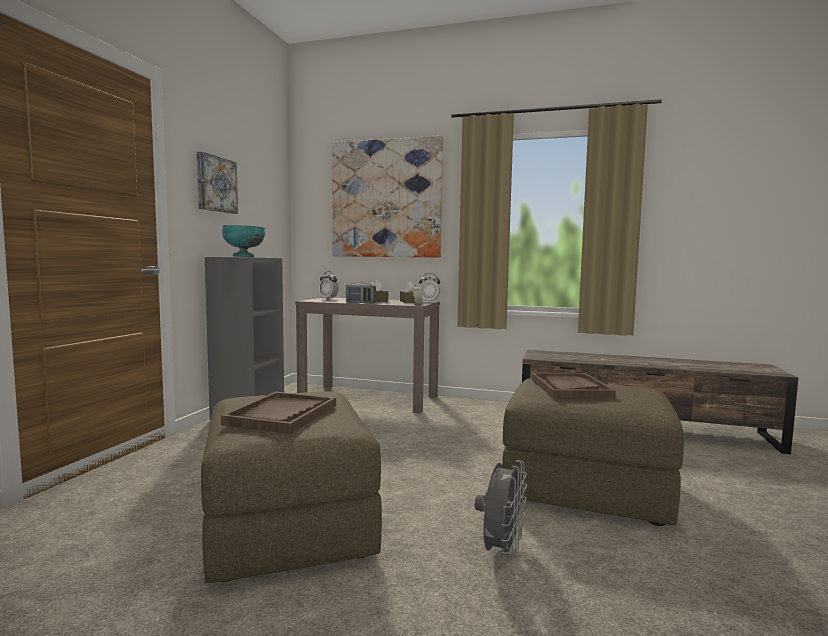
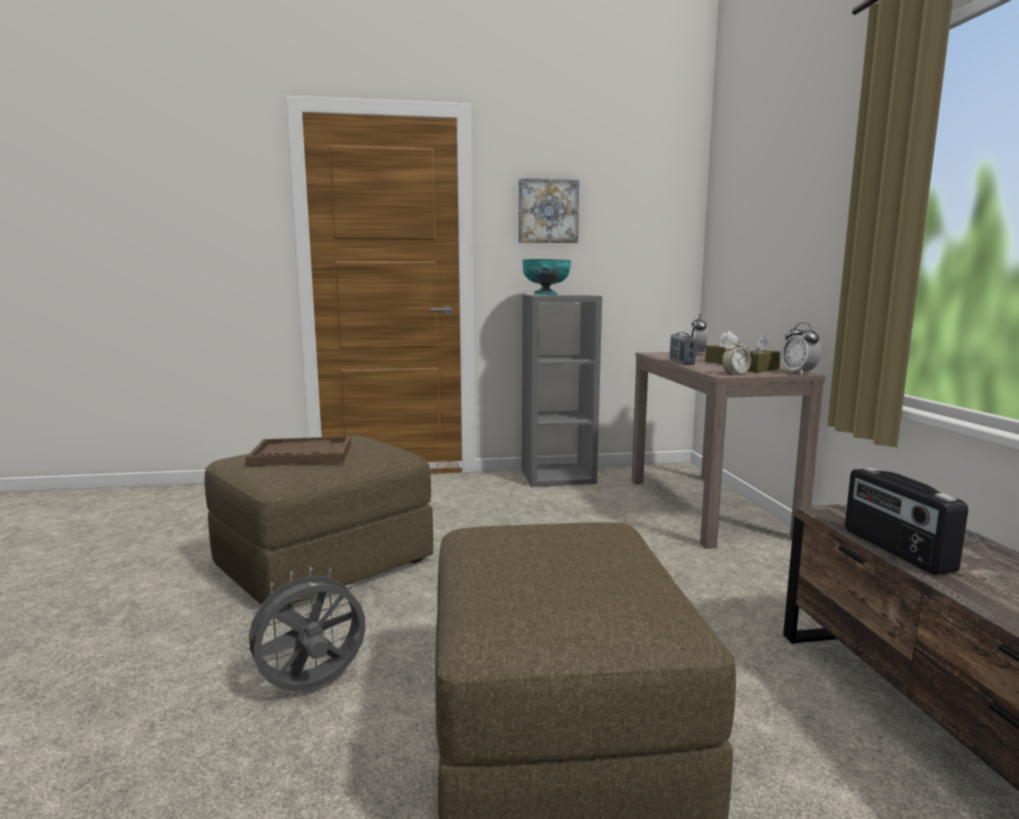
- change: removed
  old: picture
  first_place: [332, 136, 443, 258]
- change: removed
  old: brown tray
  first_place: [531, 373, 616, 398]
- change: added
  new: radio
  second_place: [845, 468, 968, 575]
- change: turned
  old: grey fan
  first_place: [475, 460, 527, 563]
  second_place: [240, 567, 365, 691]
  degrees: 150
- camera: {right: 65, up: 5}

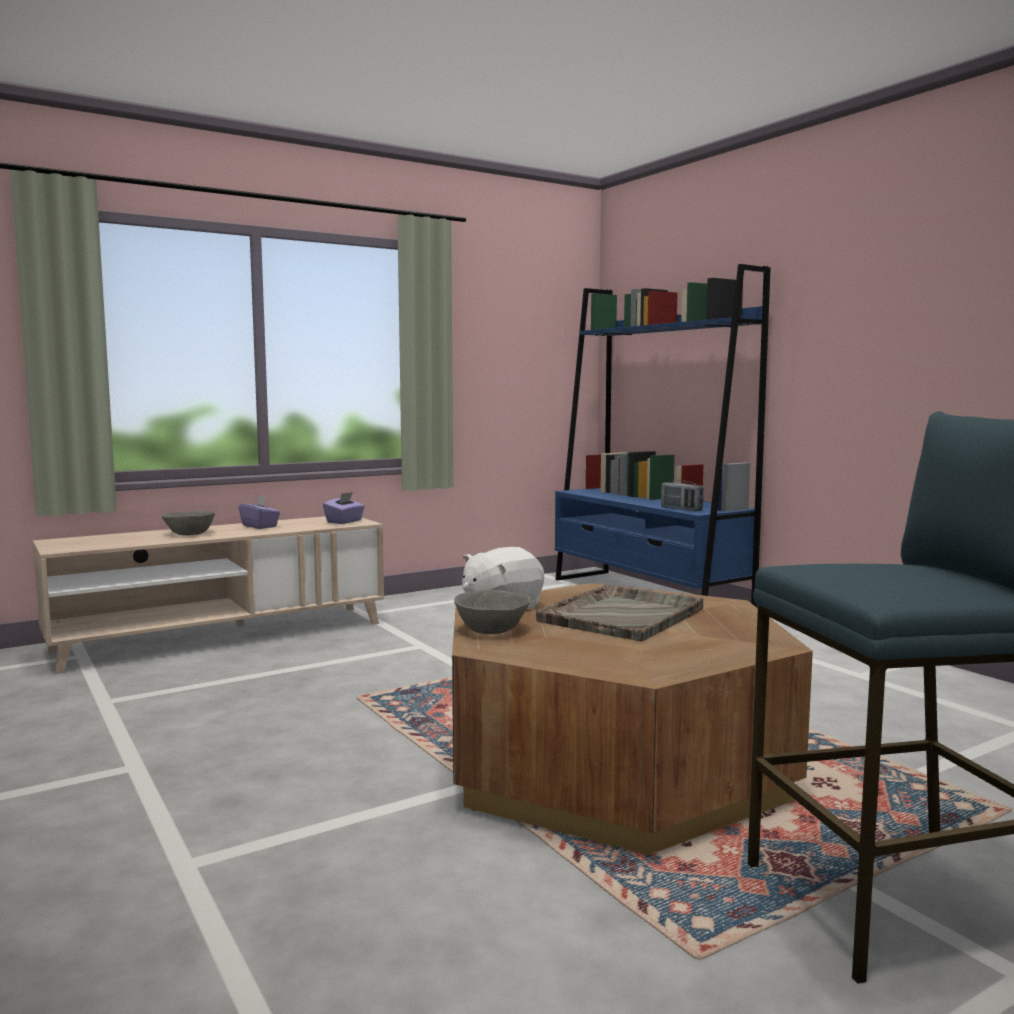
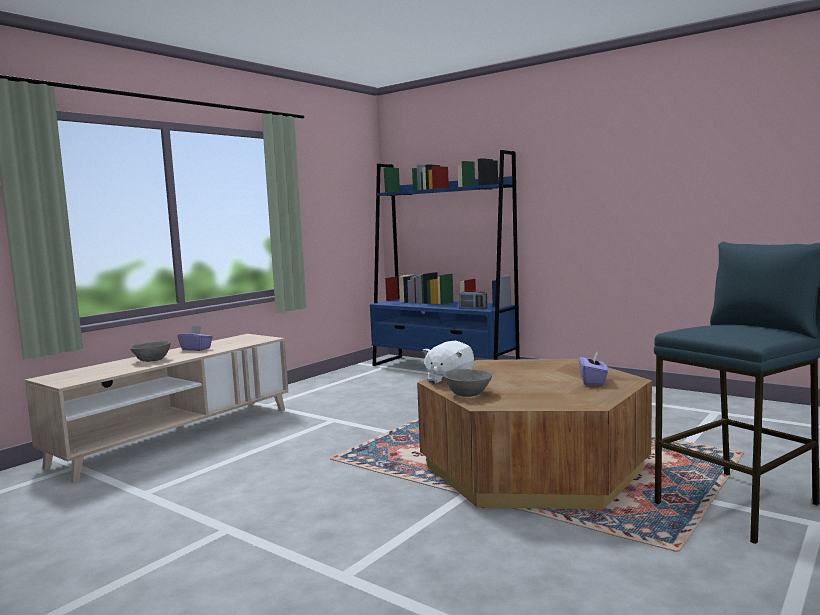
- change: removed
  old: grey tray
  first_place: [536, 585, 703, 641]
- change: moved
  old: purple tissue box
  first_place: [323, 492, 365, 524]
  second_place: [579, 351, 608, 385]
- camera: {right: -20, up: 0}

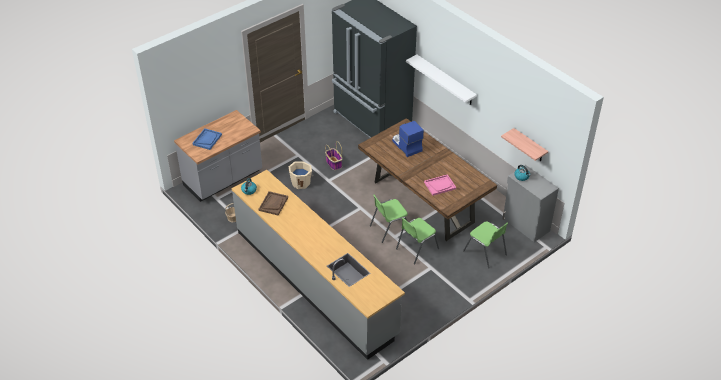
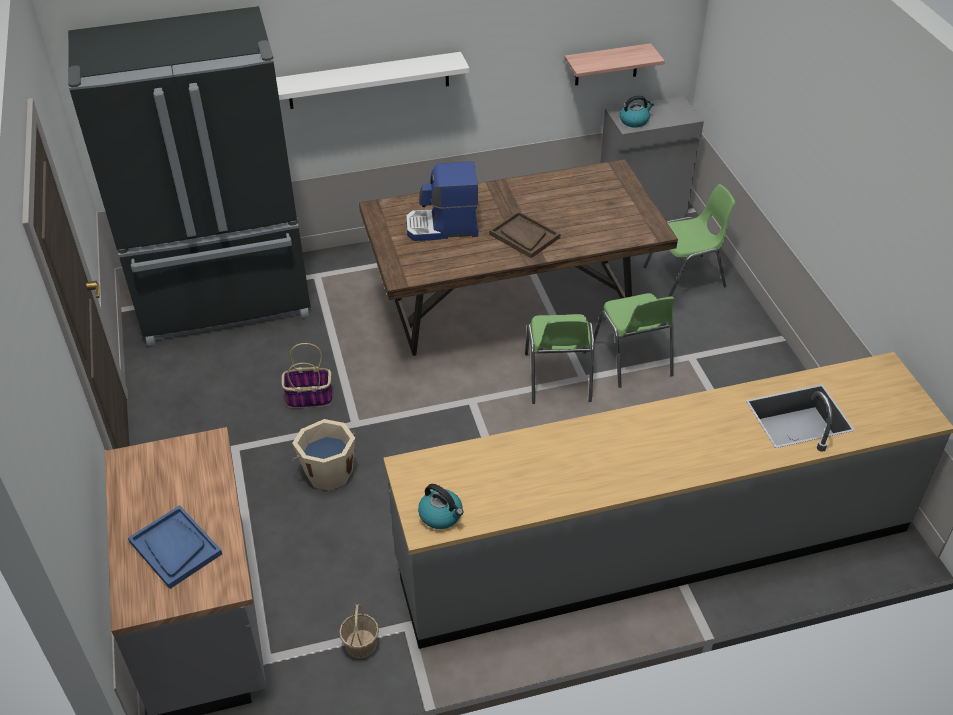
- change: removed
  old: pink tray
  first_place: [424, 174, 456, 196]
- change: moved
  old: brown tray
  first_place: [259, 191, 288, 215]
  second_place: [489, 211, 560, 258]
- camera: {right: -65, up: 0}

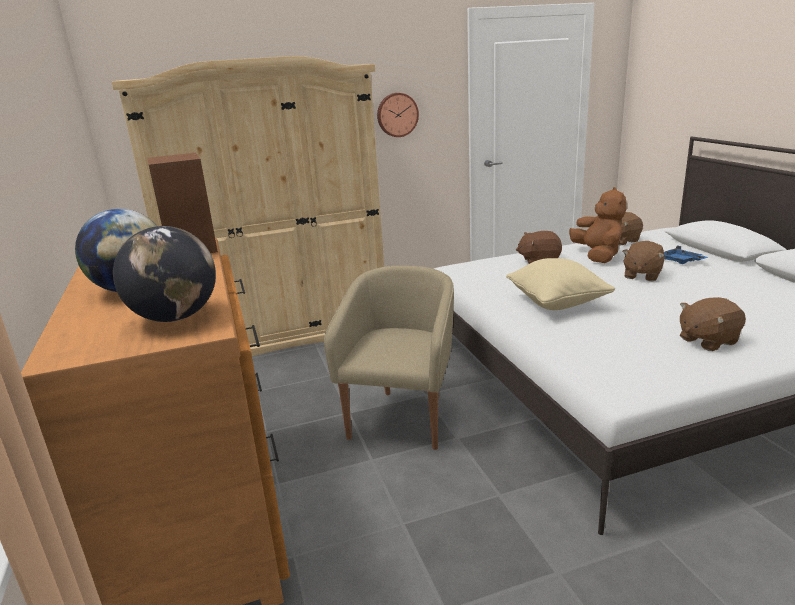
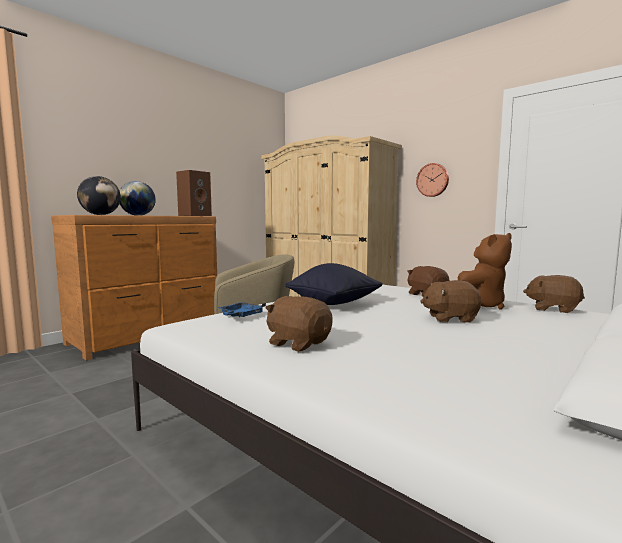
- change: moved
  old: blue tray
  first_place: [664, 246, 708, 264]
  second_place: [217, 302, 266, 317]
- change: recoloured
  old: beige pillow
  new: black pillow
  first_place: [506, 258, 615, 310]
  second_place: [285, 263, 383, 305]
- camera: {right: 60, up: -15}

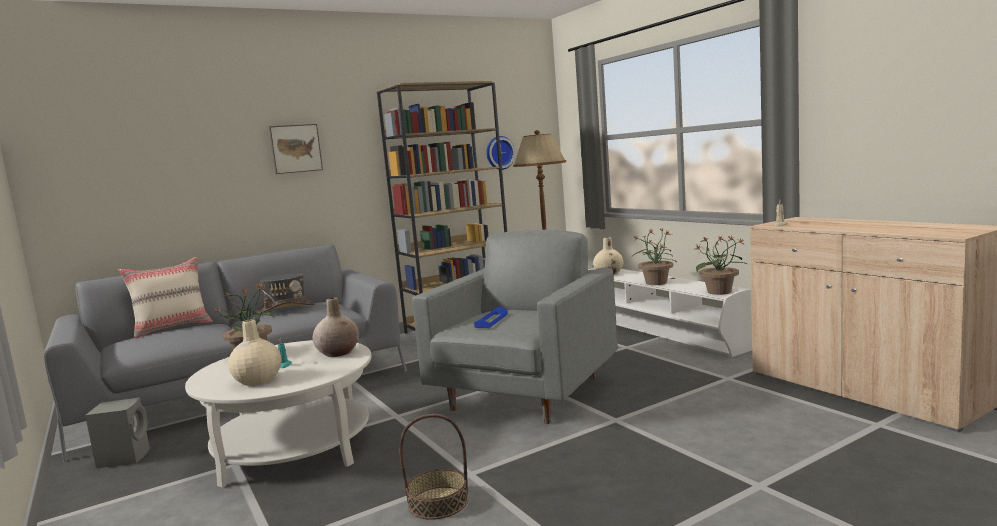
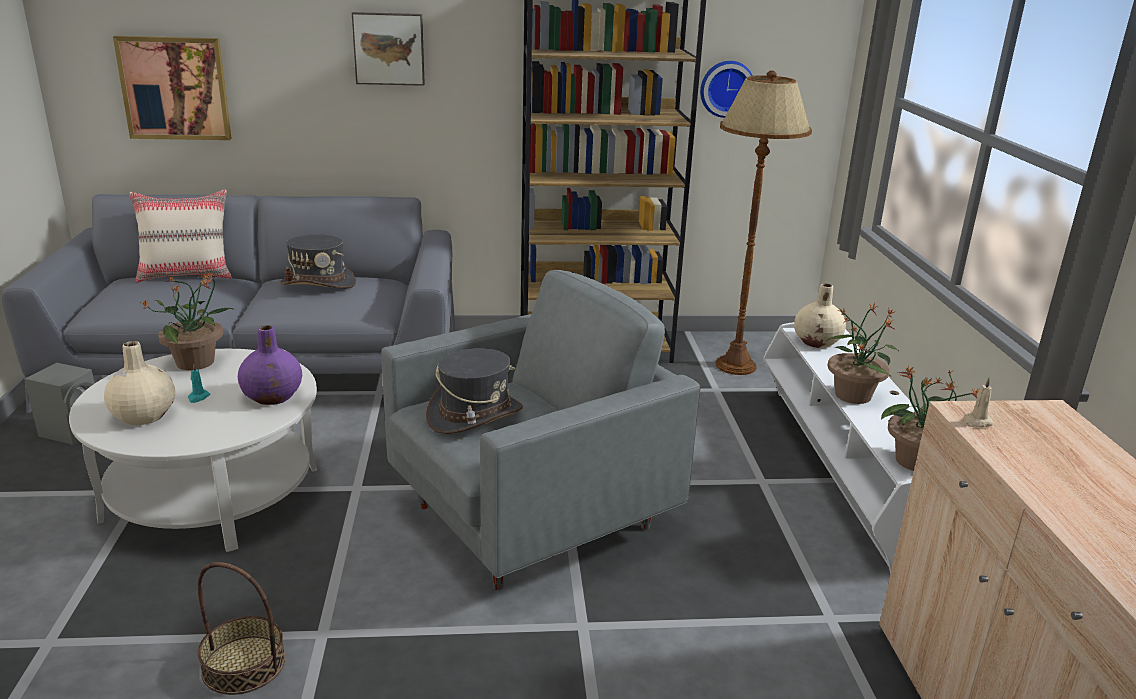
- change: added
  new: picture
  second_place: [113, 36, 232, 140]
- change: replaced
  old: blue tray
  new: grey hat
  first_place: [474, 306, 508, 328]
  second_place: [426, 348, 523, 434]
- change: recoloured
  old: beige vase
  new: purple vase
  first_place: [312, 297, 359, 357]
  second_place: [238, 325, 302, 405]
- camera: {right: 25, up: 15}

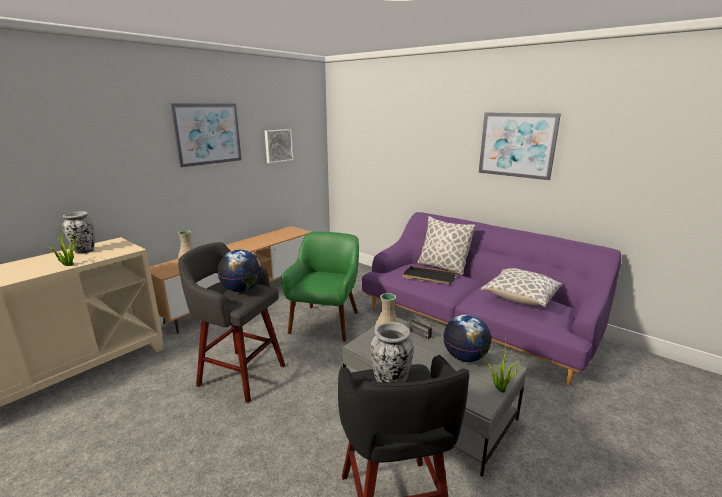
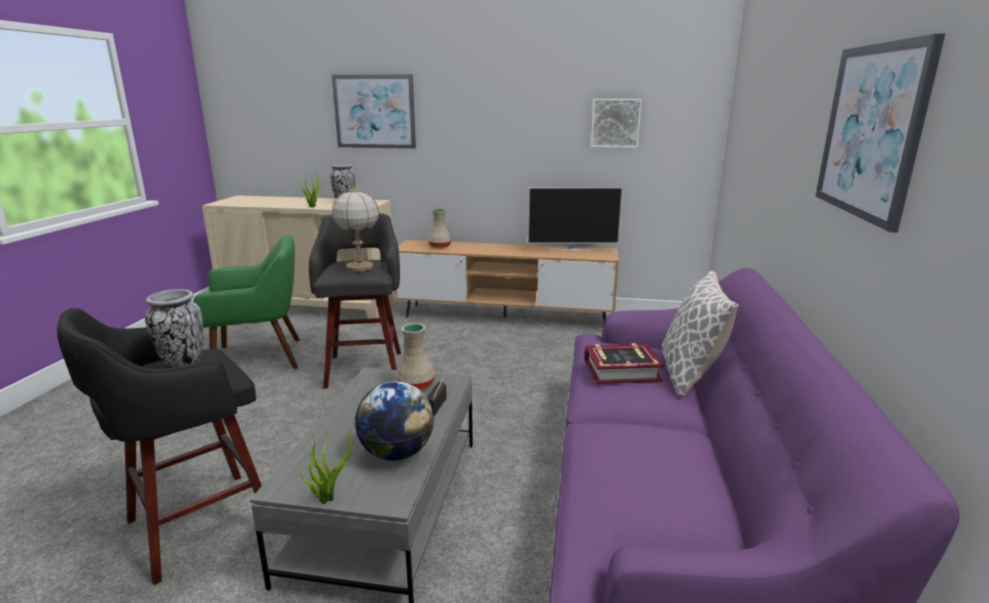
- change: removed
  old: pillow
  first_place: [481, 268, 562, 307]
- change: added
  new: television
  second_place: [527, 187, 623, 251]
- change: moved
  old: picture
  first_place: [170, 104, 242, 167]
  second_place: [332, 74, 416, 149]
- change: moved
  old: green armchair
  first_place: [281, 231, 359, 342]
  second_place: [193, 235, 300, 369]
- change: replaced
  old: globe
  new: table lamp
  first_place: [218, 249, 262, 292]
  second_place: [332, 187, 379, 272]
- change: replaced
  old: black tray
  new: book
  first_place: [403, 266, 457, 284]
  second_place: [585, 343, 664, 384]
- camera: {right: 60, up: 0}

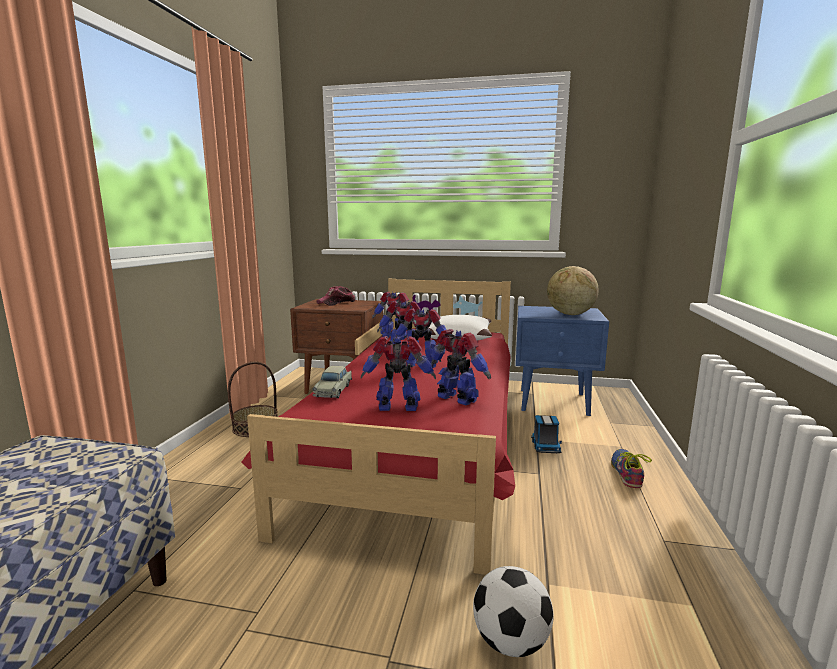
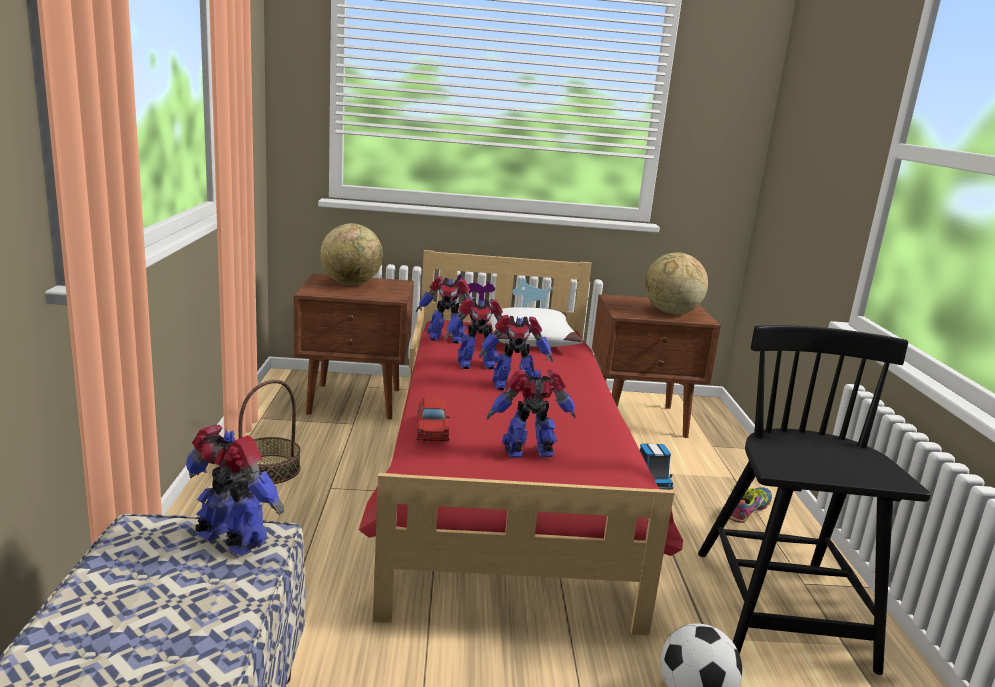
- change: added
  new: black chair
  second_place: [698, 325, 931, 675]
- change: moved
  old: toy robot
  first_place: [431, 329, 491, 405]
  second_place: [186, 425, 284, 556]
- change: replaced
  old: cap
  new: globe
  first_place: [316, 286, 355, 306]
  second_place: [320, 223, 383, 285]
- change: recoloured
  old: beige toy car
  new: red toy car
  first_place: [312, 366, 352, 398]
  second_place: [417, 397, 450, 442]
- change: recoloured
  old: blue nightstand
  new: brown nightstand
  first_place: [516, 306, 609, 416]
  second_place: [592, 294, 721, 438]
- change: turned
  old: shoe
  first_place: [611, 449, 652, 488]
  second_place: [729, 486, 772, 523]
  degrees: 45
- camera: {right: -15, up: 5}

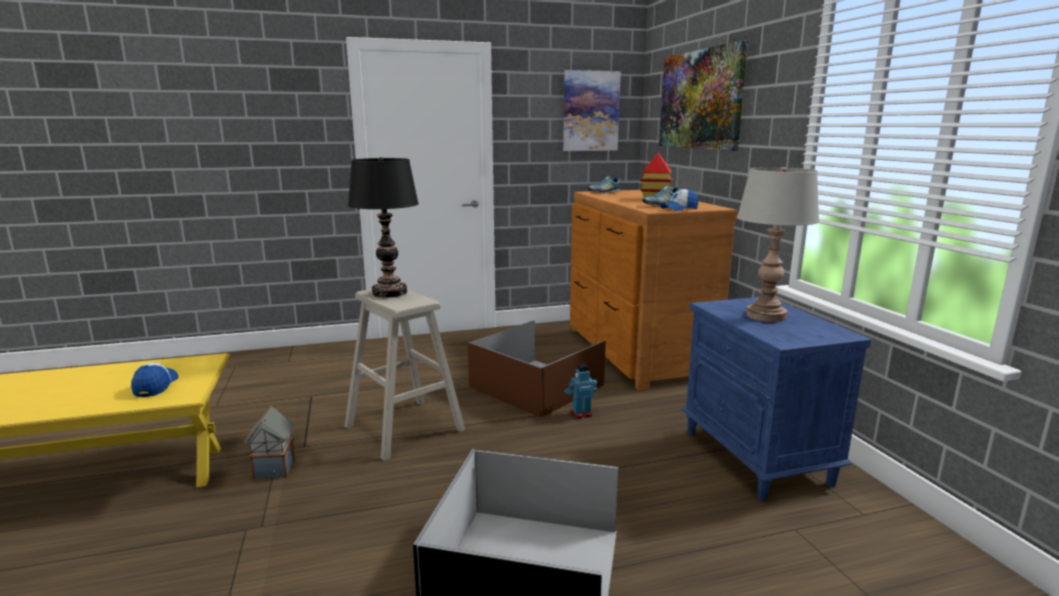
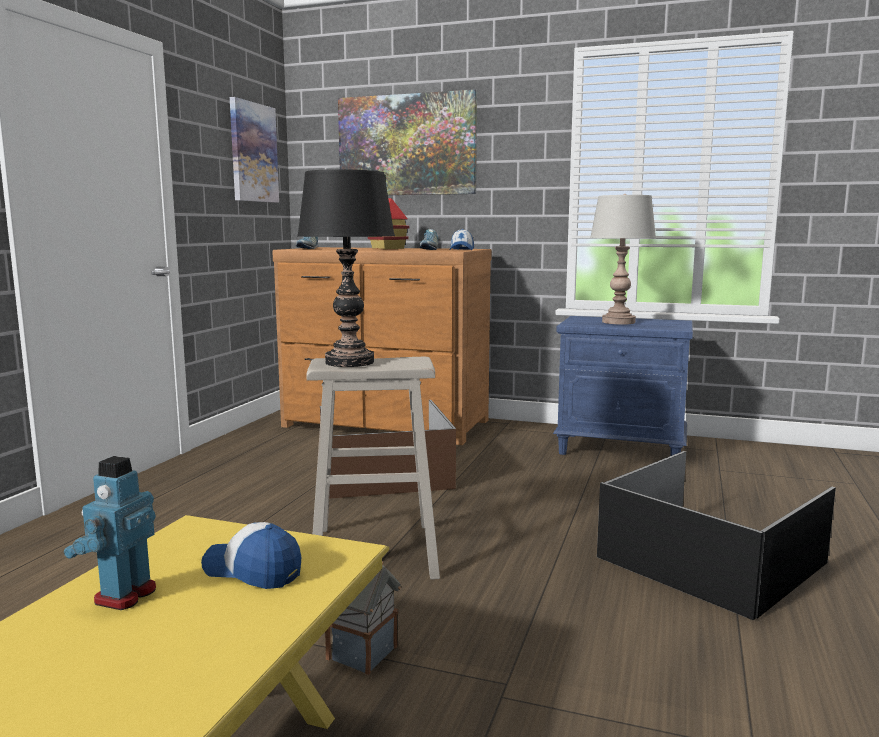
- change: moved
  old: toy robot
  first_place: [564, 364, 597, 419]
  second_place: [64, 456, 156, 610]
- camera: {right: -55, up: -5}

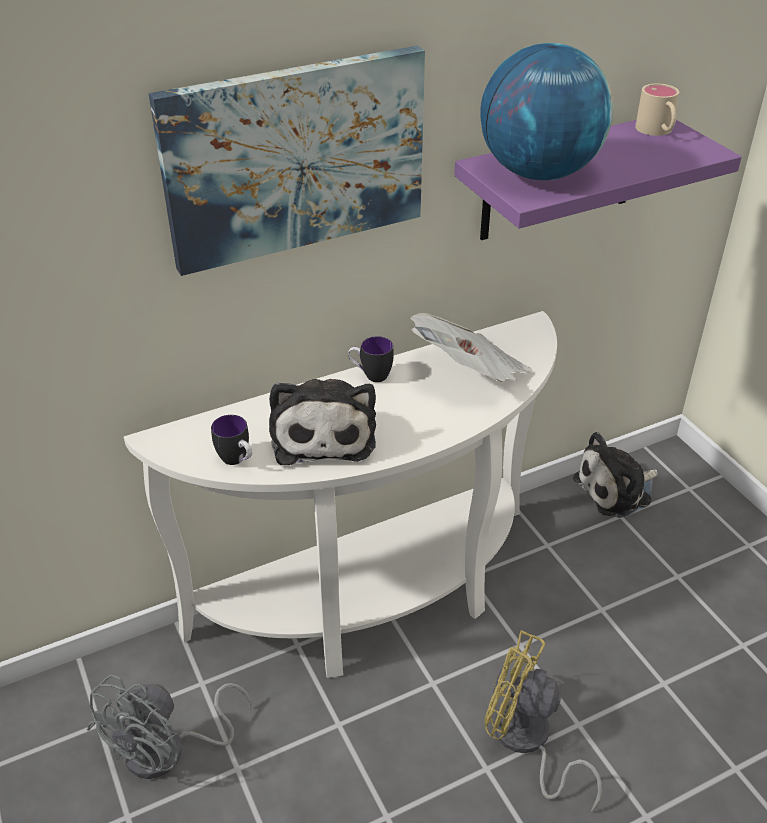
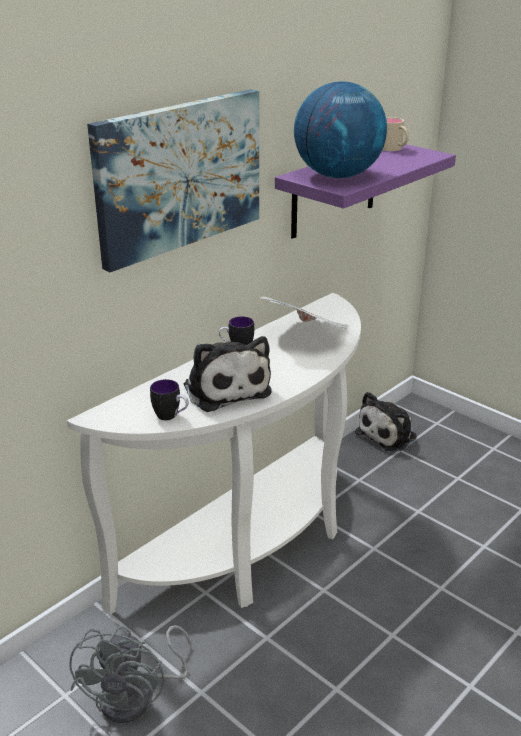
- change: removed
  old: yellow fan
  first_place: [484, 631, 602, 812]
- camera: {right: -20, up: -10}

